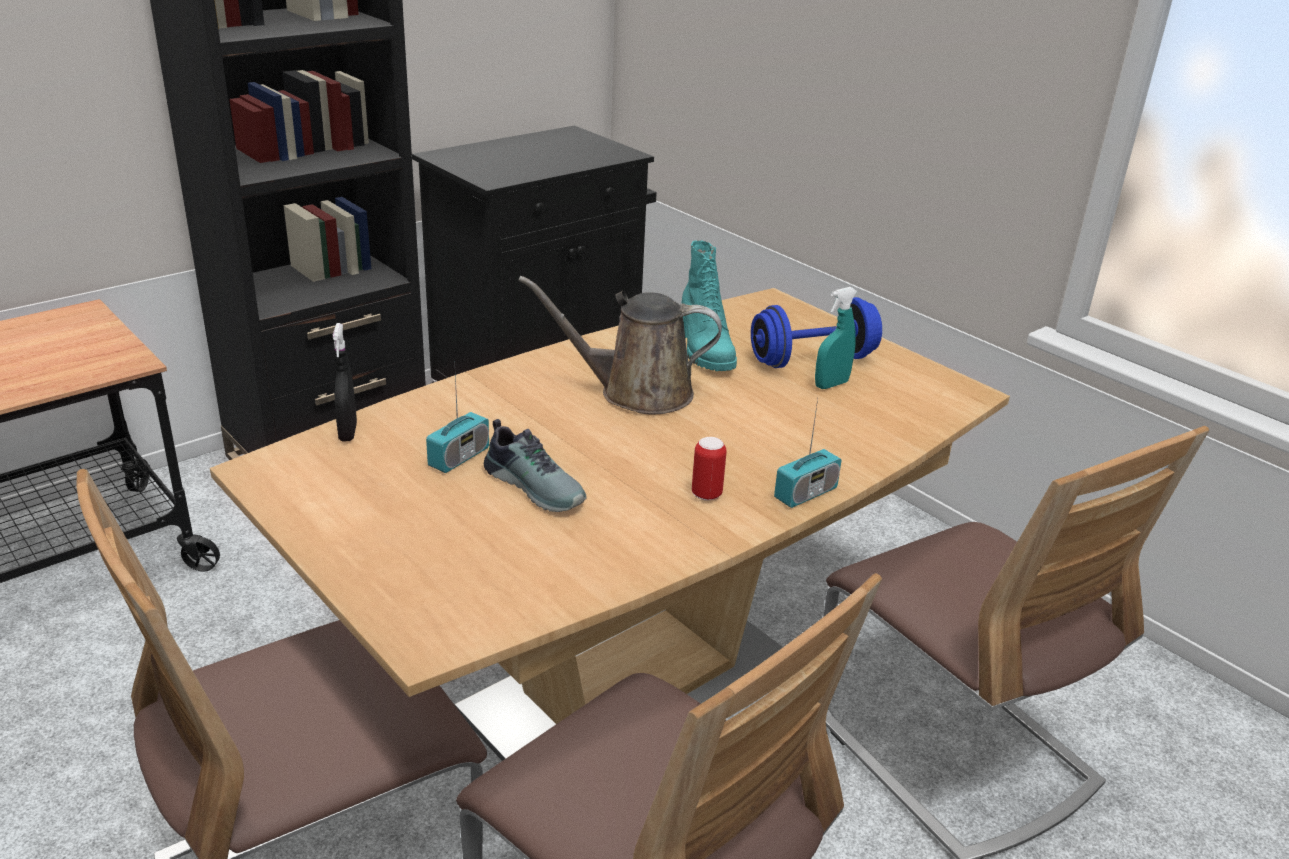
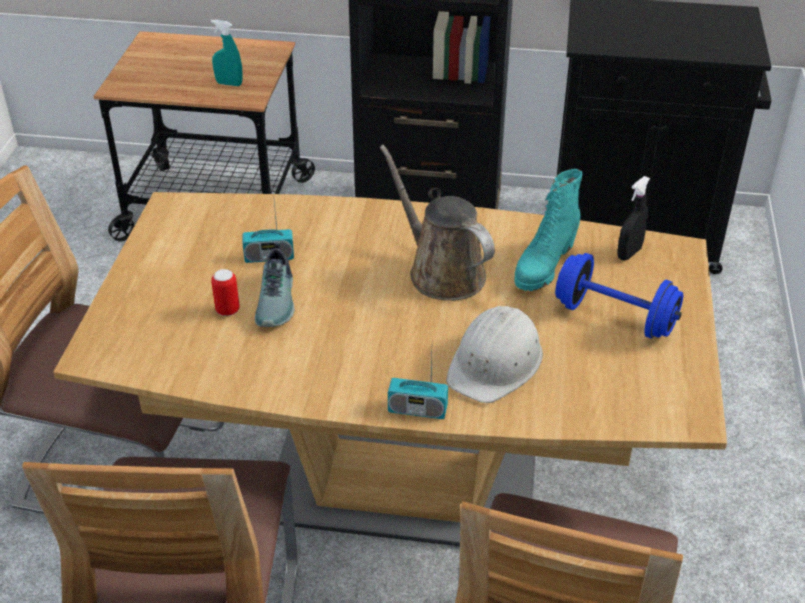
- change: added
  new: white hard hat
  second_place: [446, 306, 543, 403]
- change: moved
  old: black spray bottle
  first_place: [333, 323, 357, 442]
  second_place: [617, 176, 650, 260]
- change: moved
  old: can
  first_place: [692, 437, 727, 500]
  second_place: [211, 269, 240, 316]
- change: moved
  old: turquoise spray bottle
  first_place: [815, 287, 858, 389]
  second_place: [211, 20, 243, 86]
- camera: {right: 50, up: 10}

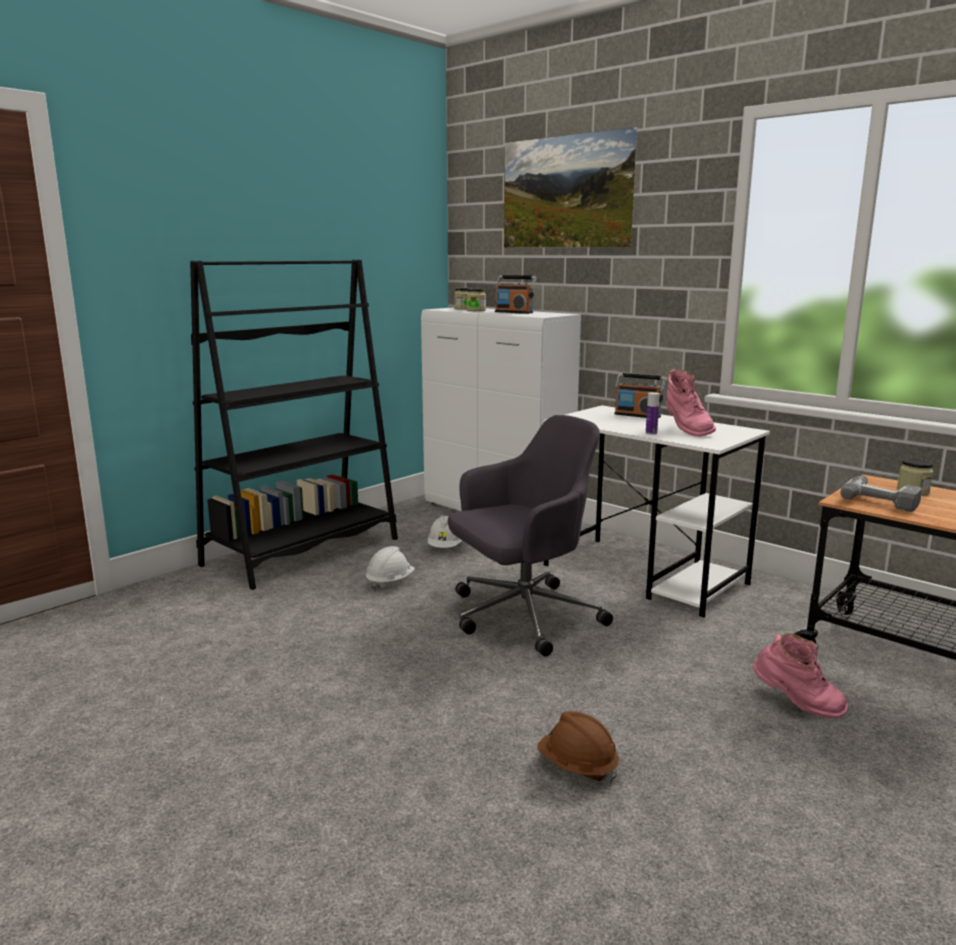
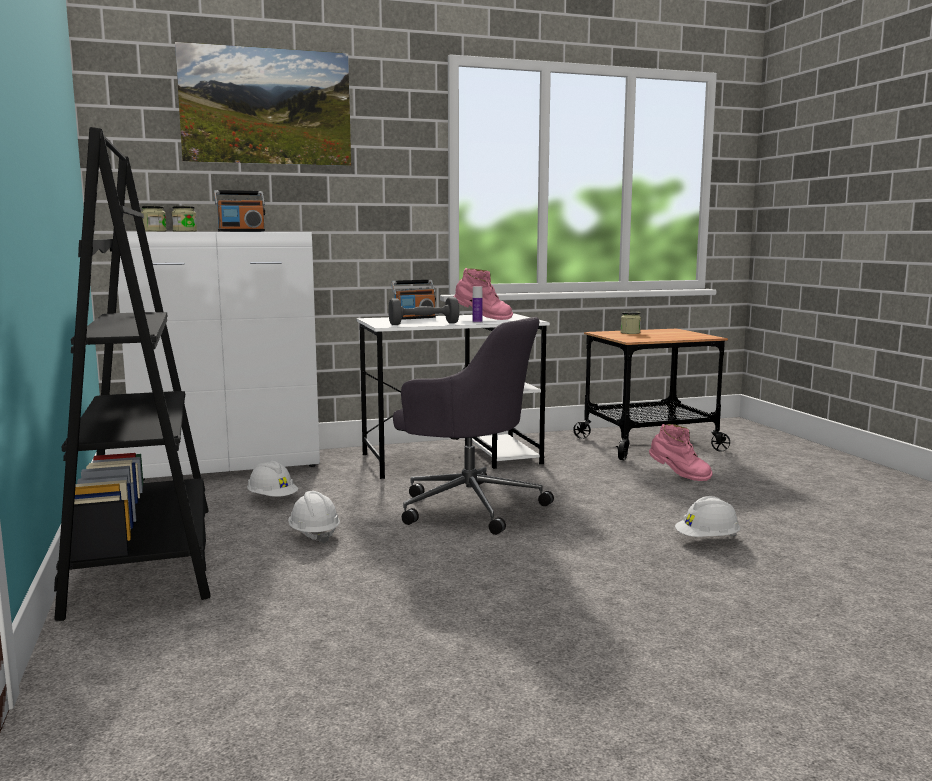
- change: removed
  old: power drill
  first_place: [840, 476, 922, 512]
- change: added
  new: grey dumbbell
  second_place: [388, 297, 459, 325]
- change: recoloured
  old: brown hard hat
  new: white hard hat
  first_place: [537, 711, 619, 783]
  second_place: [675, 496, 740, 537]
- change: turned
  old: grey office chair
  first_place: [448, 415, 613, 656]
  second_place: [393, 317, 554, 535]
  degrees: 120
- change: turned
  old: pink boot
  first_place: [753, 634, 848, 718]
  second_place: [649, 424, 712, 481]
  degrees: 60
- camera: {right: -60, up: -5}

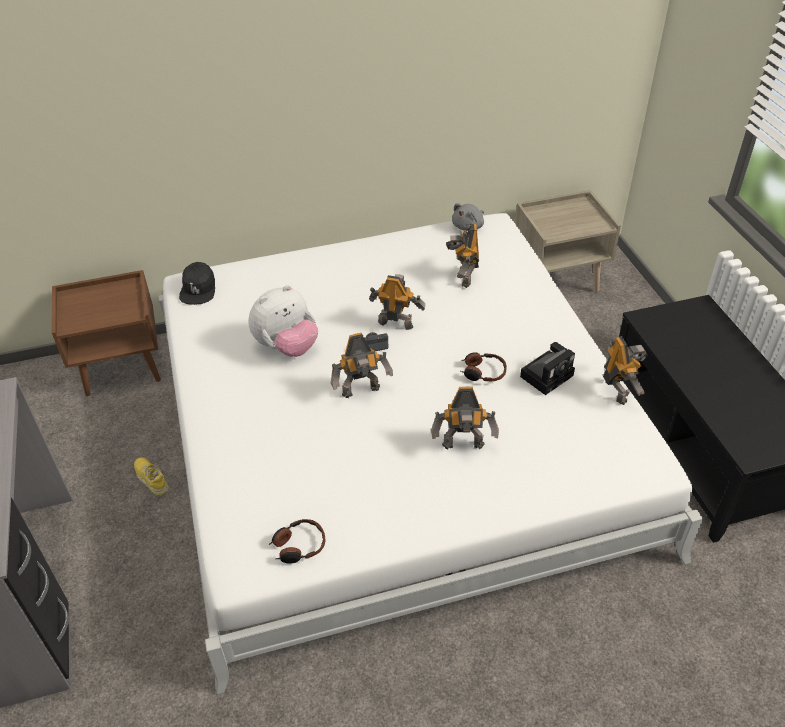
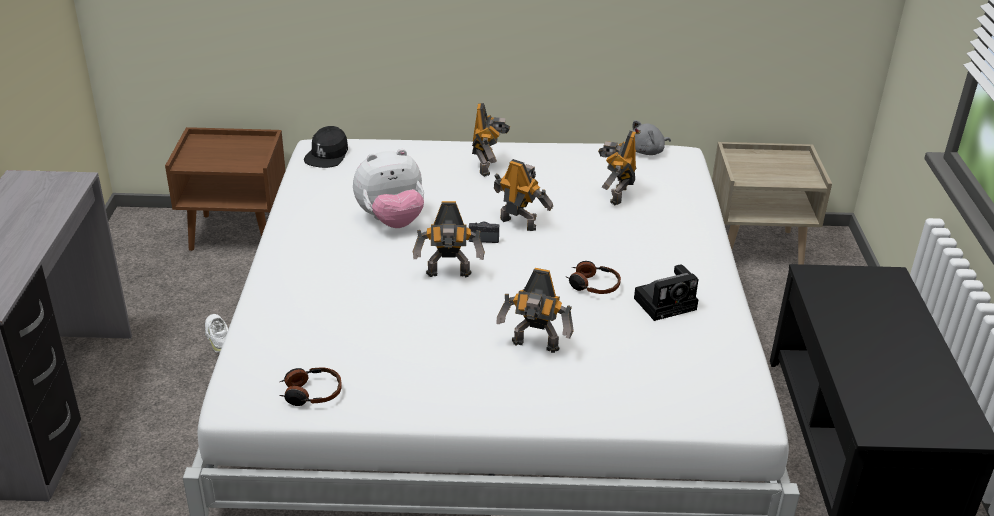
- change: moved
  old: toy robot
  first_place: [603, 336, 648, 405]
  second_place: [472, 103, 510, 177]
- change: recoloured
  old: yellow shoe
  new: white shoe
  first_place: [134, 458, 169, 495]
  second_place: [205, 314, 228, 353]
- camera: {right: 15, up: -10}

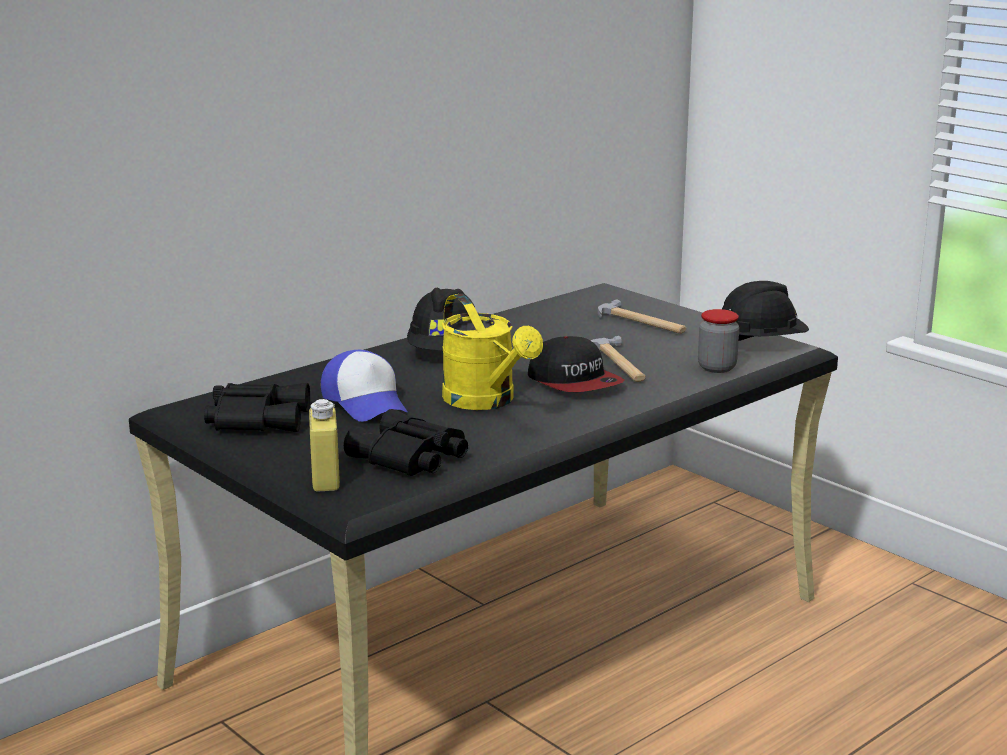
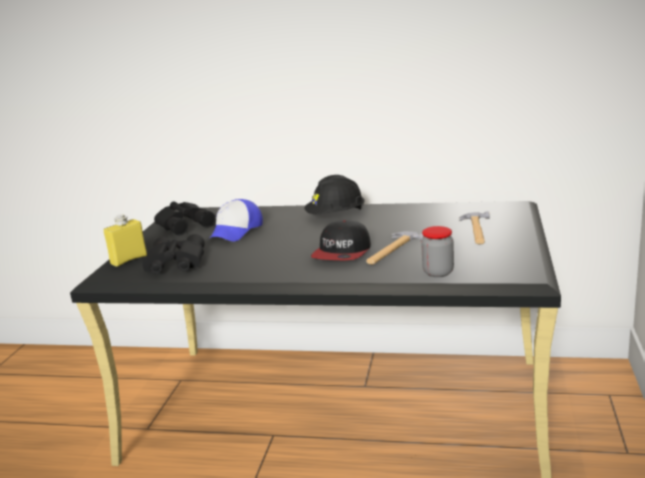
- change: removed
  old: yellow watering can
  first_place: [442, 294, 543, 410]
- change: removed
  old: black hard hat
  first_place: [722, 281, 809, 341]
- camera: {right: 55, up: 0}

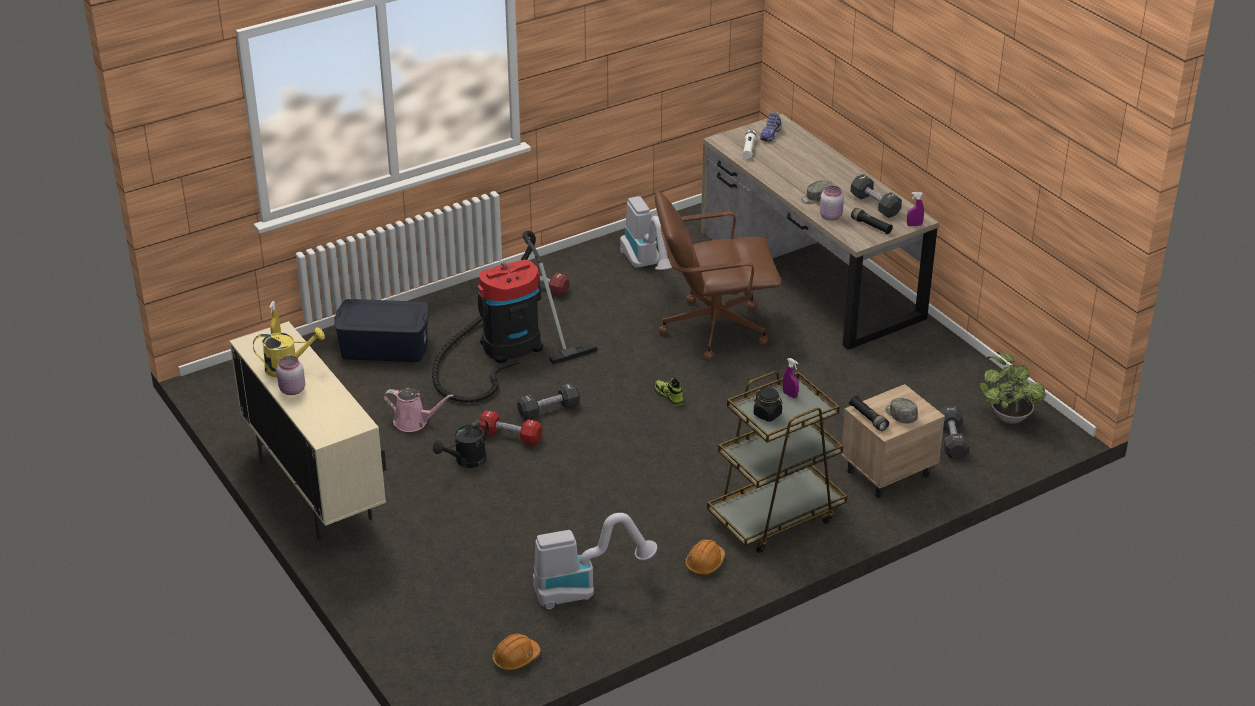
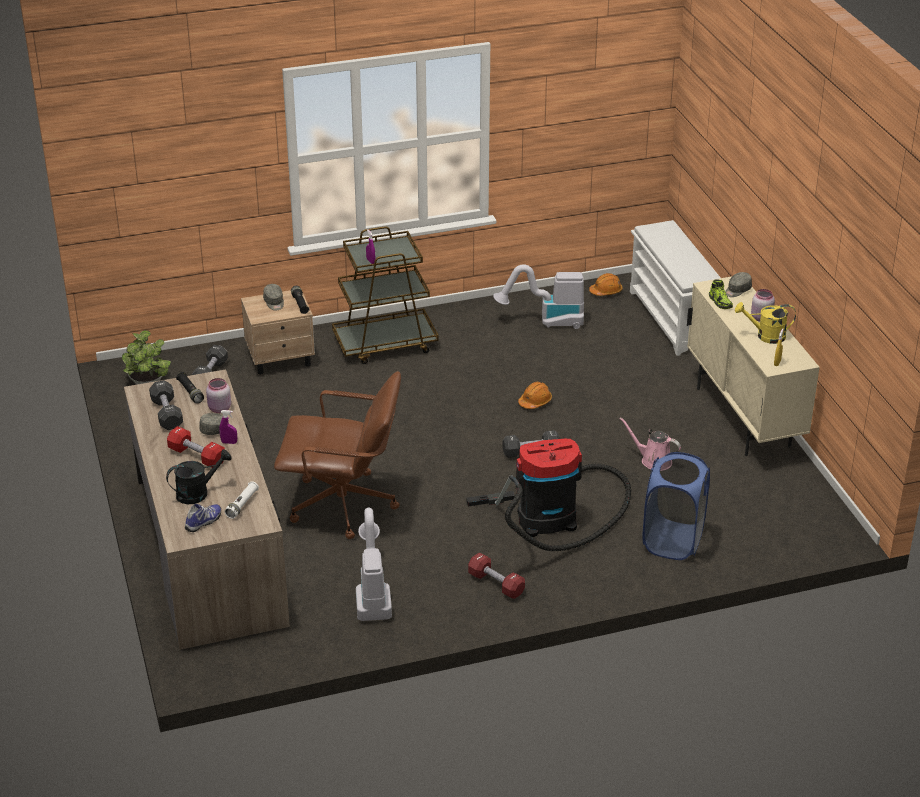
- change: removed
  old: black jar
  first_place: [754, 387, 783, 422]
- change: added
  new: white shoe rack
  second_place: [630, 220, 721, 356]
- change: added
  new: grey cap
  second_place: [725, 272, 752, 297]
- change: moved
  old: black watering can
  first_place: [433, 419, 489, 468]
  second_place: [166, 449, 232, 504]
- change: moved
  old: red dumbbell
  first_place: [478, 410, 542, 445]
  second_place: [167, 426, 225, 468]
- change: moved
  old: shoe
  first_place: [654, 378, 684, 406]
  second_place: [709, 280, 733, 309]
- change: moved
  old: orange hard hat
  first_place: [685, 539, 725, 575]
  second_place: [518, 382, 552, 409]
- change: moved
  old: purple spray bottle
  first_place: [907, 192, 924, 226]
  second_place: [219, 410, 237, 444]
- change: replaced
  old: blue storage box
  new: blue laundry basket
  first_place: [334, 299, 429, 362]
  second_place: [642, 452, 710, 560]
- camera: {right: -165, up: 0}

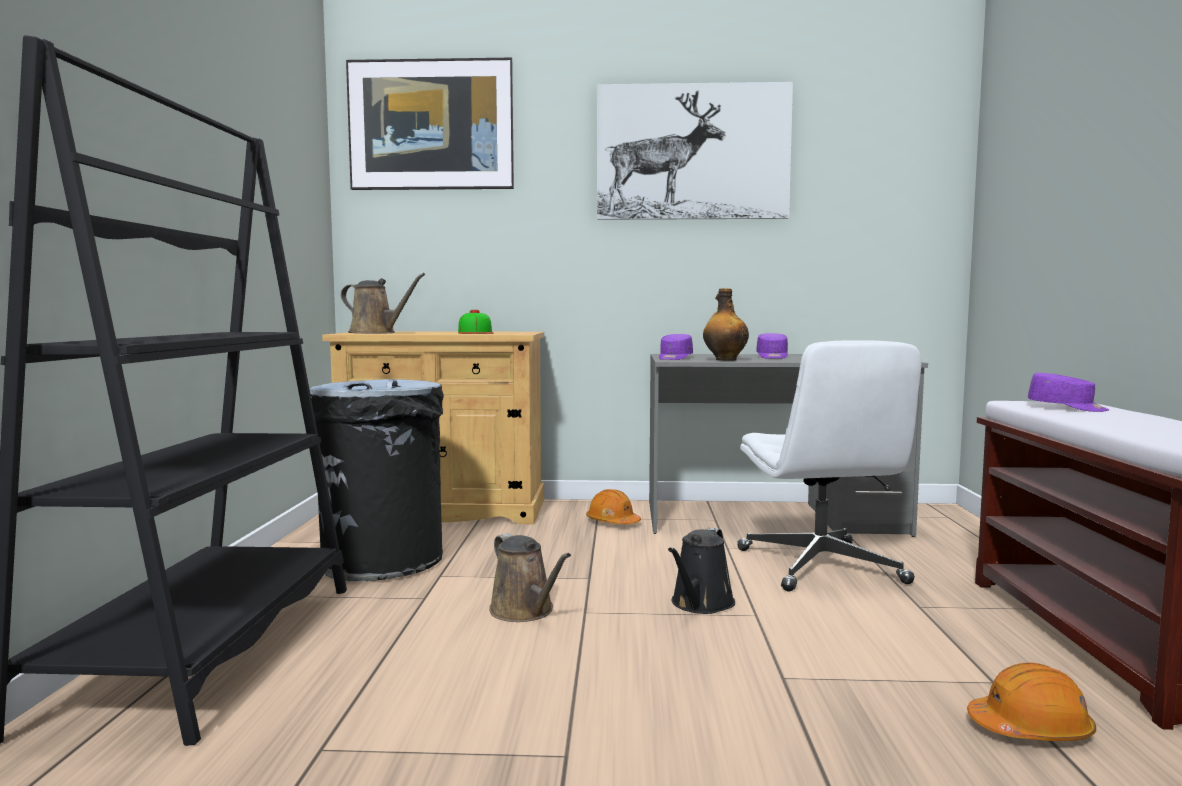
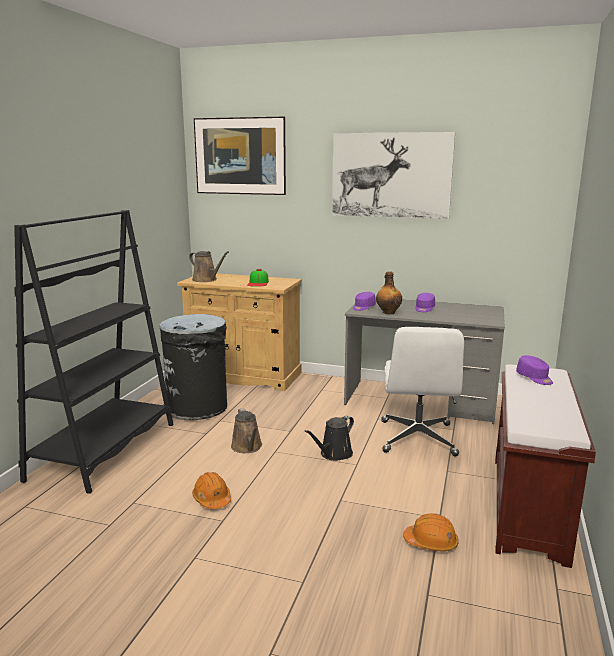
- change: moved
  old: orange hard hat
  first_place: [586, 489, 641, 524]
  second_place: [192, 472, 231, 509]
- camera: {right: 15, up: 10}

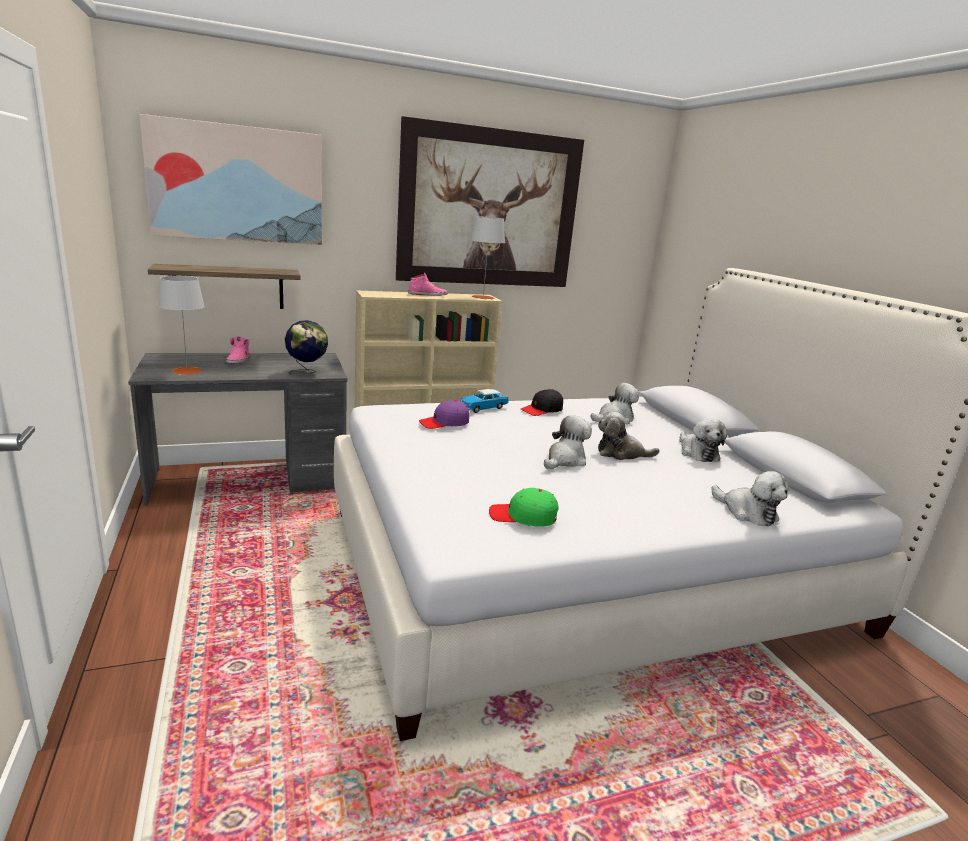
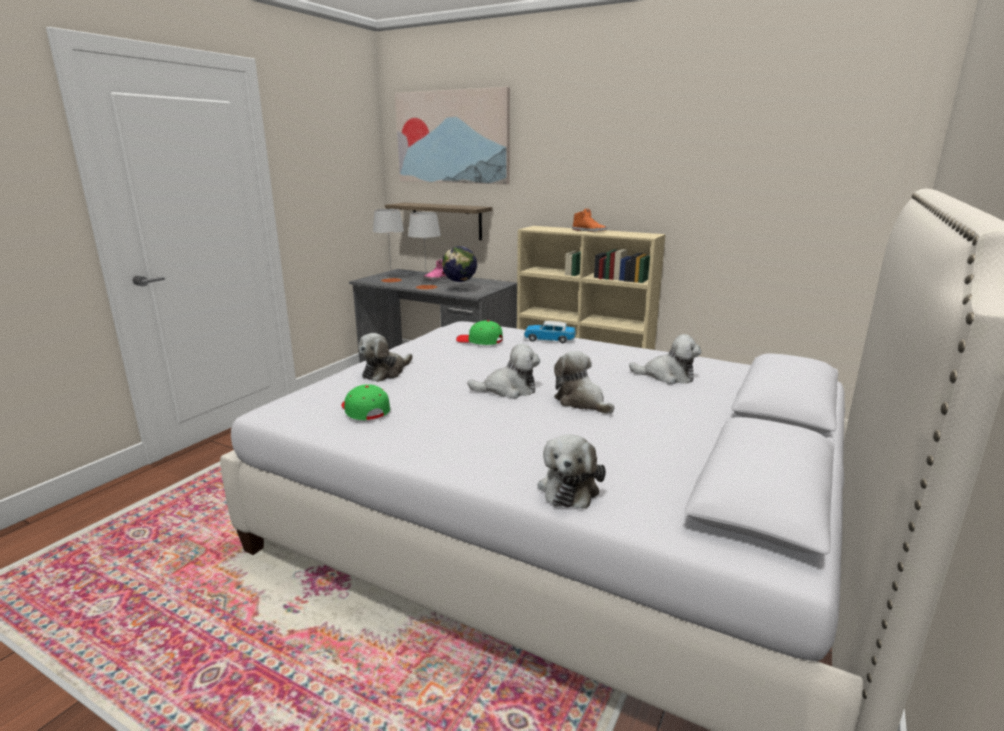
- change: removed
  old: picture
  first_place: [396, 116, 584, 287]
- change: removed
  old: black cap
  first_place: [521, 389, 563, 416]
- change: moved
  old: grey table lamp
  first_place: [471, 216, 505, 299]
  second_place: [408, 212, 441, 290]
- change: moved
  old: plush toy
  first_place: [679, 418, 727, 462]
  second_place: [359, 333, 413, 382]
- change: recoloured
  old: pink shoe
  new: orange shoe
  first_place: [408, 273, 448, 296]
  second_place: [572, 208, 607, 232]
- change: recoloured
  old: purple cap
  new: green cap
  first_place: [419, 400, 470, 429]
  second_place: [456, 320, 503, 345]
- camera: {right: 50, up: 0}

